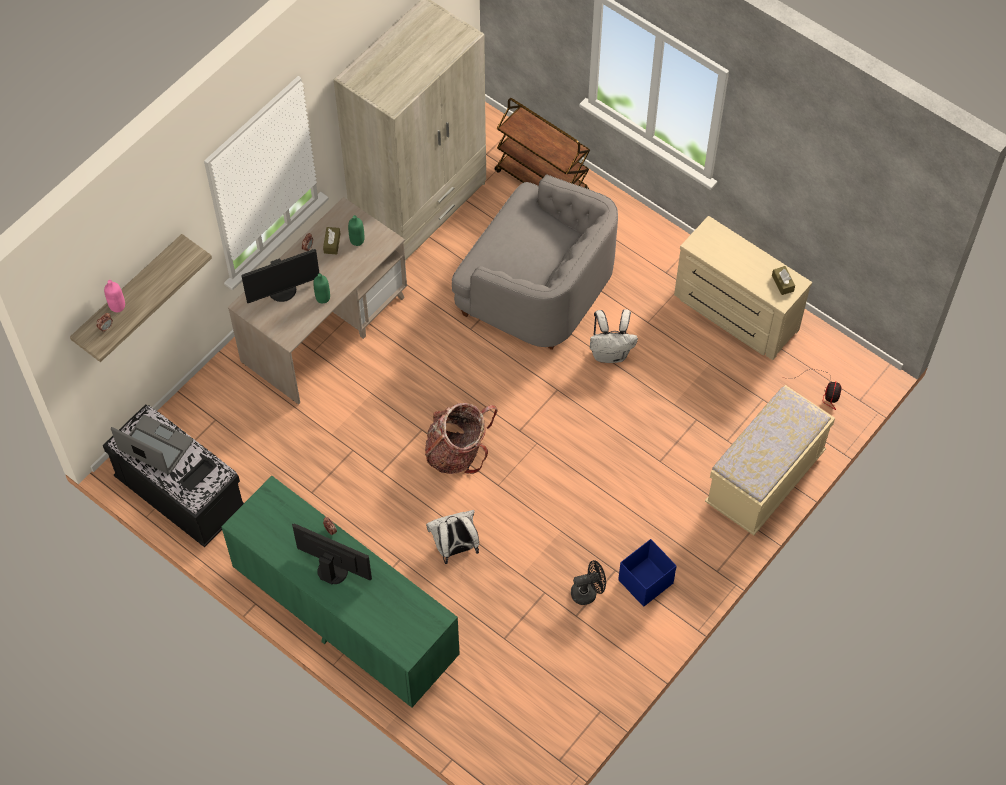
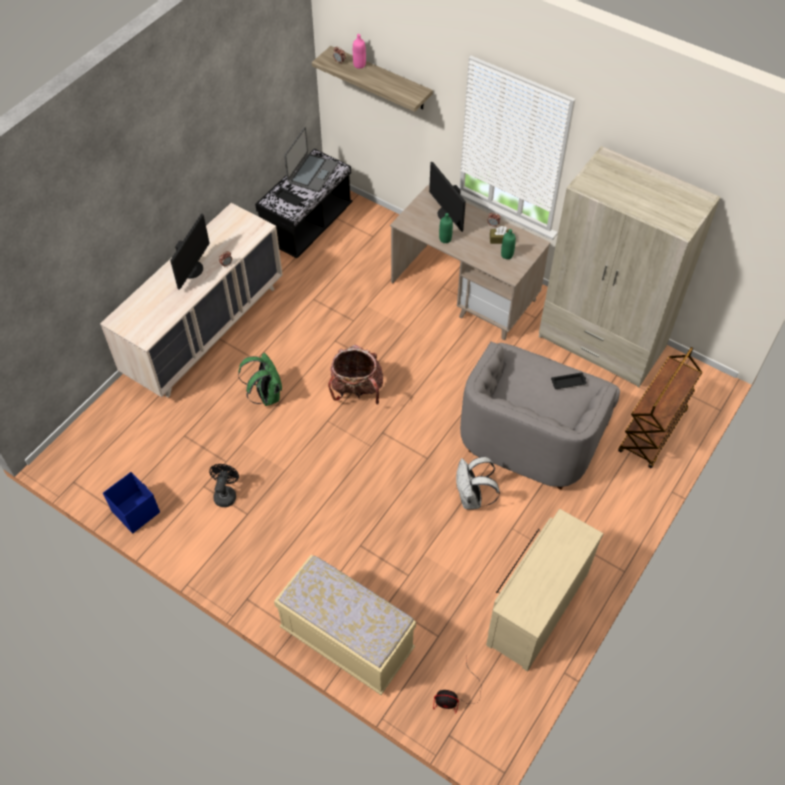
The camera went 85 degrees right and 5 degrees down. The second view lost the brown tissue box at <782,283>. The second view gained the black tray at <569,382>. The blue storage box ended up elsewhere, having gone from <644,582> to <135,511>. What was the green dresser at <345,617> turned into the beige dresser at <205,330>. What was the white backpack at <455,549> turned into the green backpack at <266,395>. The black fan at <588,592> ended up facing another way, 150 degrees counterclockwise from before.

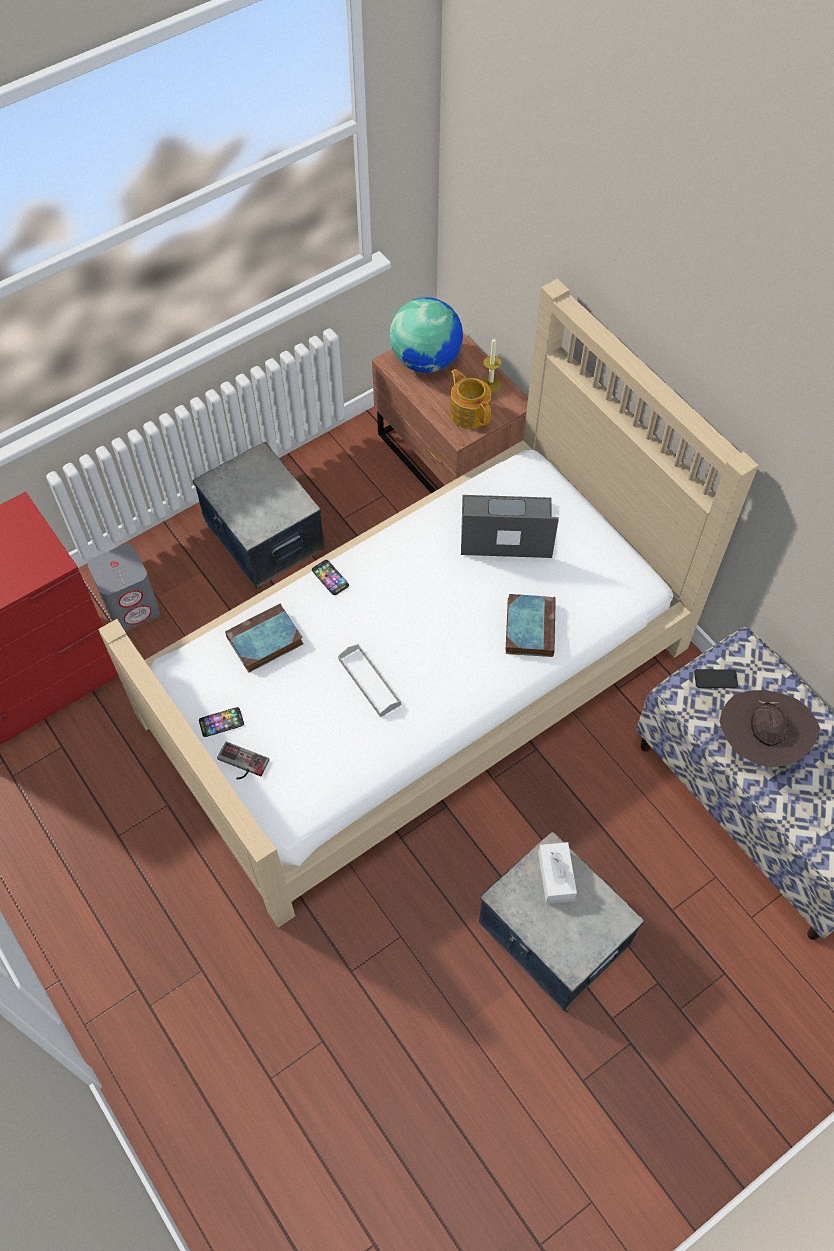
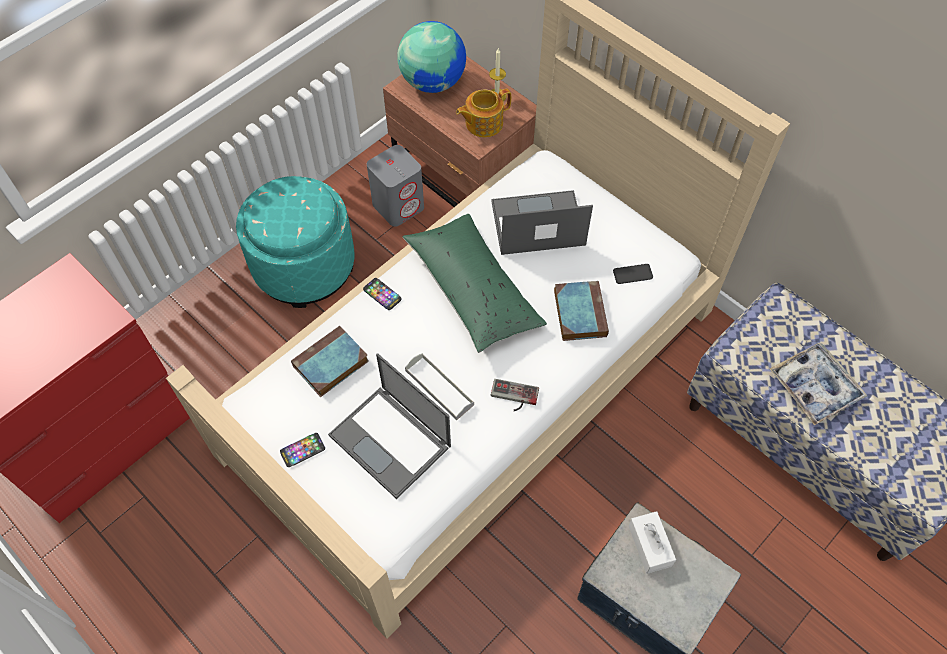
The camera went 10 degrees left and 0 degrees up. The second view gained the laptop at <391,441>. The second view gained the green pillow at <473,290>. The grey speaker ended up elsewhere, having gone from <132,607> to <398,206>. The game controller ended up elsewhere, having gone from <240,765> to <513,397>. The phone ended up elsewhere, having gone from <715,679> to <632,274>. Where the storage box stood at <263,536>, the turquoise ottoman came to stand at <304,266>. Where the brown hat stood at <759,742>, the tray came to stand at <814,387>. The teapot at <469,412> ended up facing another way, 75 degrees counterclockwise from before.

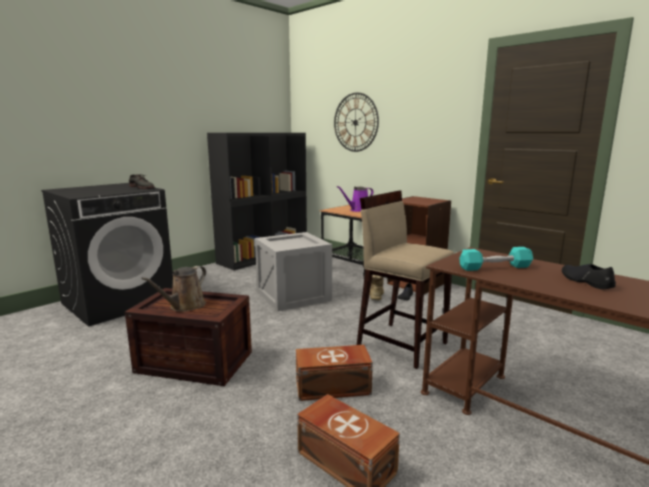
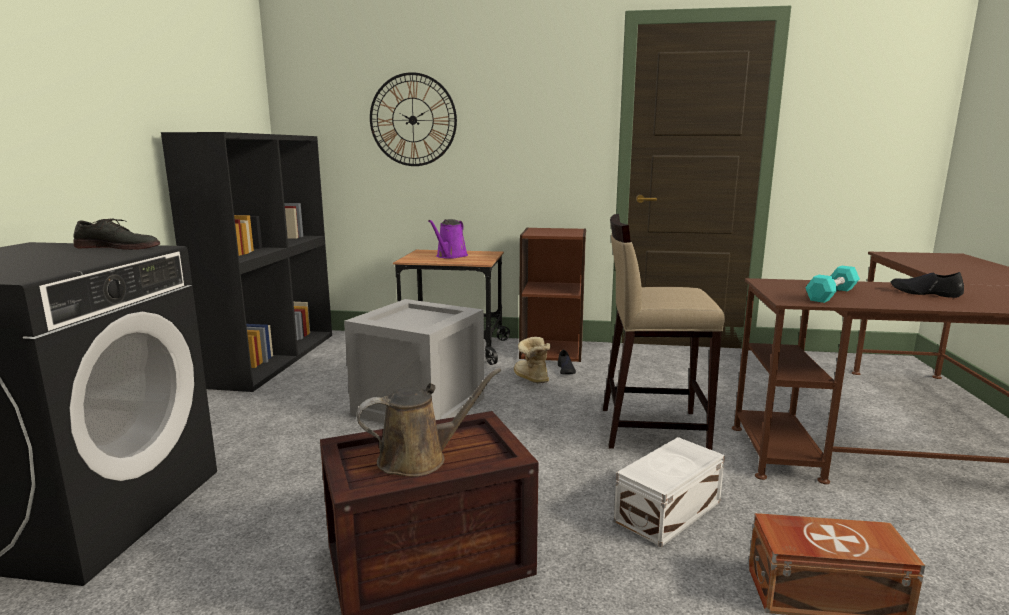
The camera went 35 degrees left and 0 degrees up. What was the brown storage box at <334,387> turned into the white storage box at <670,511>. The brown watering can at <185,306> ended up facing another way, 105 degrees counterclockwise from before.

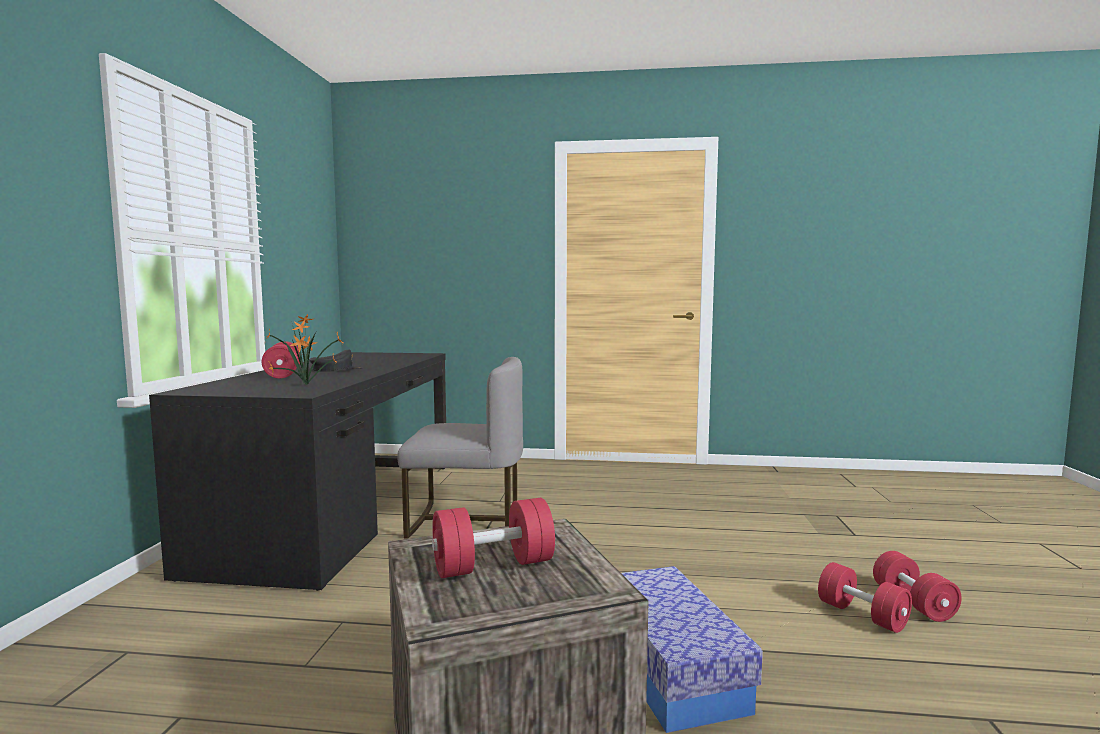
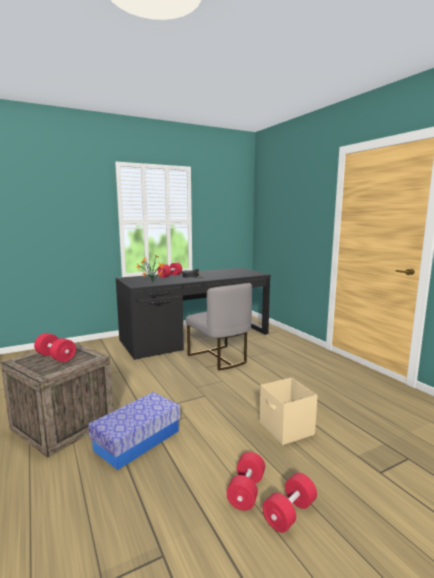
The camera went 55 degrees right and 5 degrees up. The second view gained the beige storage box at <286,429>.

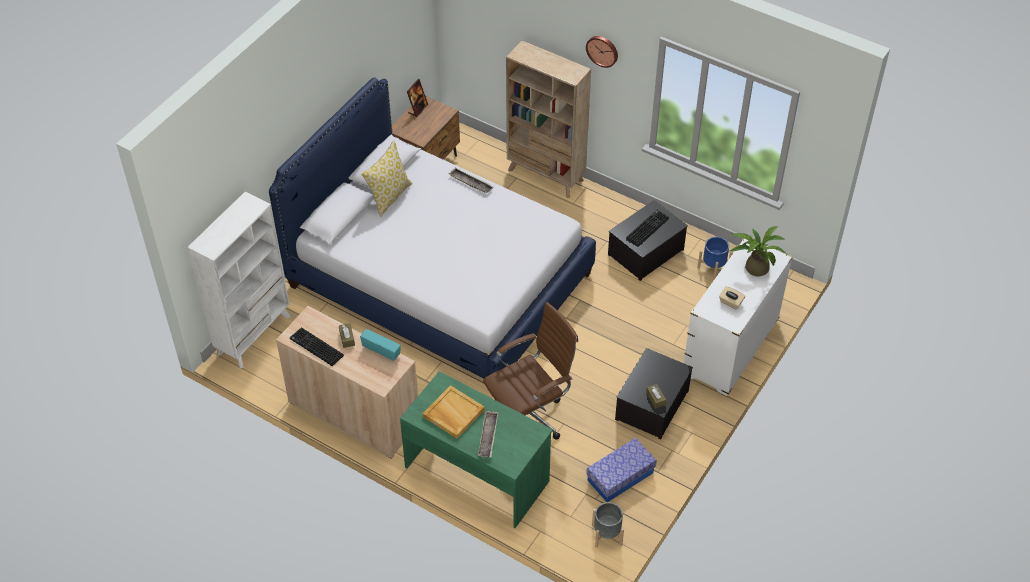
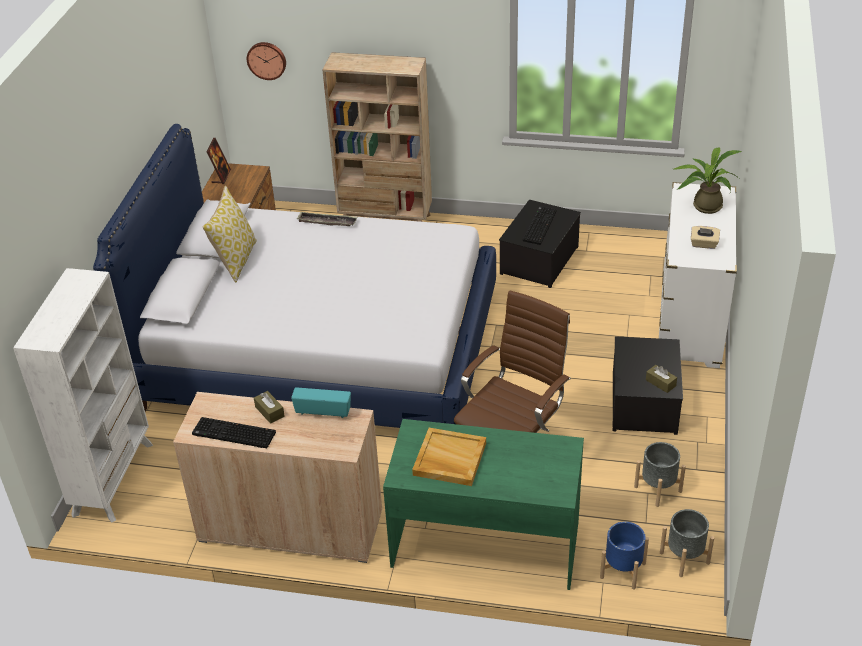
The camera went 20 degrees left and 10 degrees down. The second view lost the tray at <488,436>. The wall clock ended up elsewhere, having gone from <602,50> to <267,60>. The blue planter ended up elsewhere, having gone from <713,268> to <623,570>. Where the storage box stood at <620,477>, the grey planter came to stand at <658,489>.

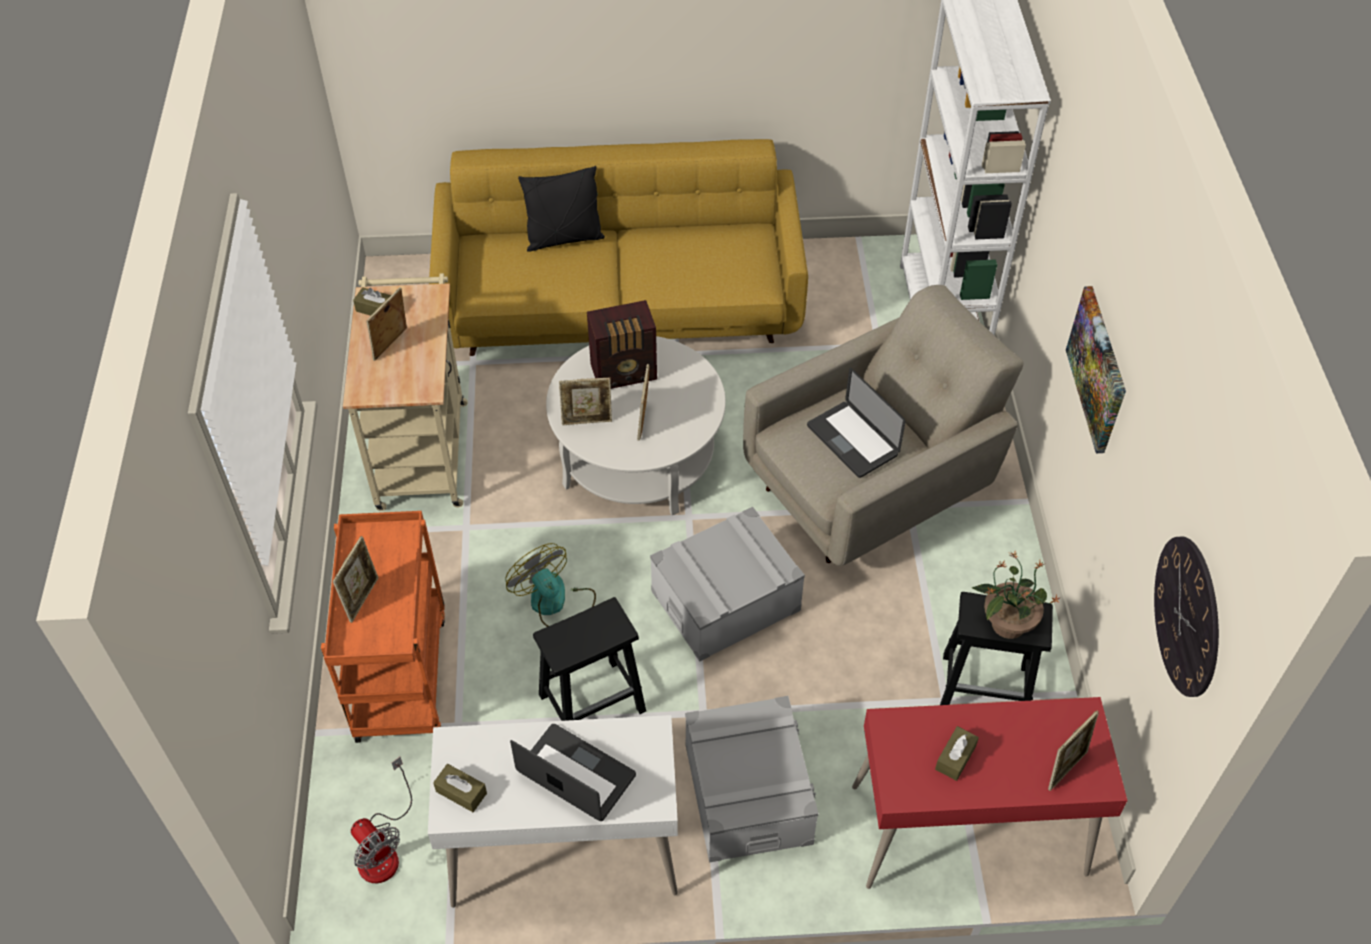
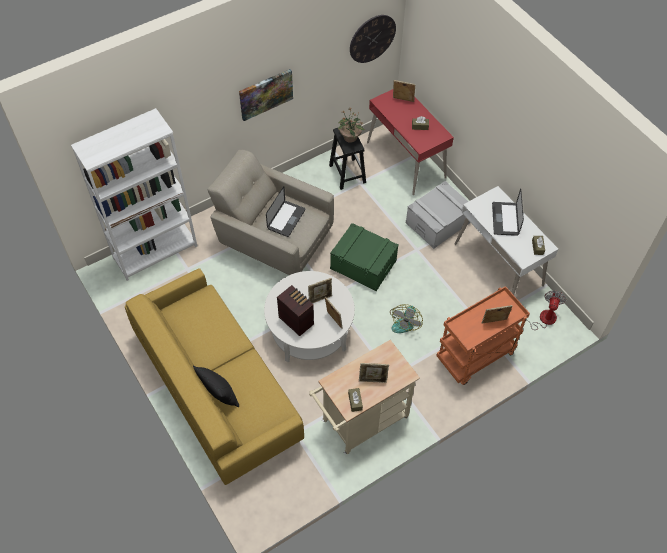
The camera went 120 degrees left and 5 degrees up. The second view lost the black stool at <593,702>. What was the grey storage box at <725,601> turned into the green storage box at <363,264>.

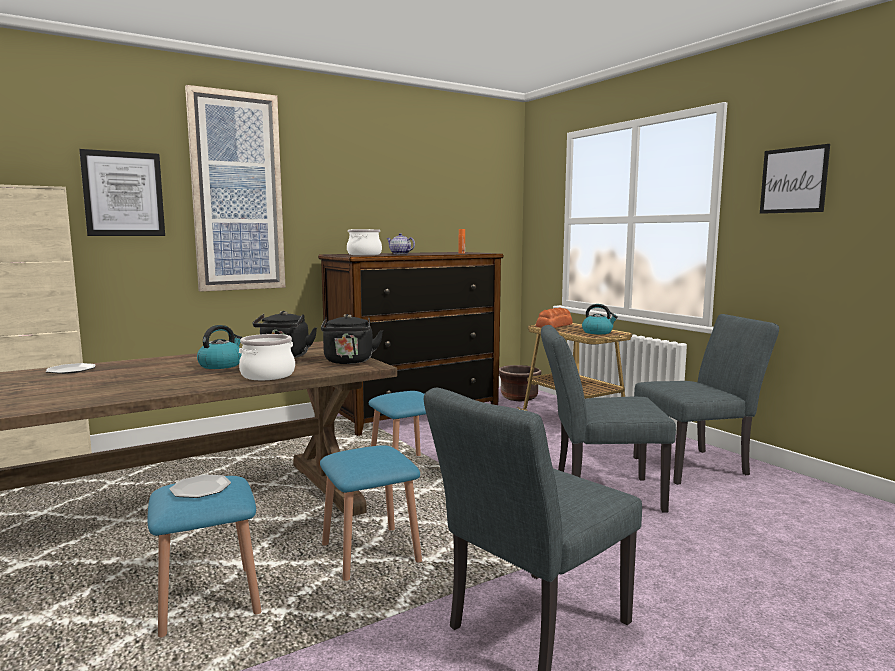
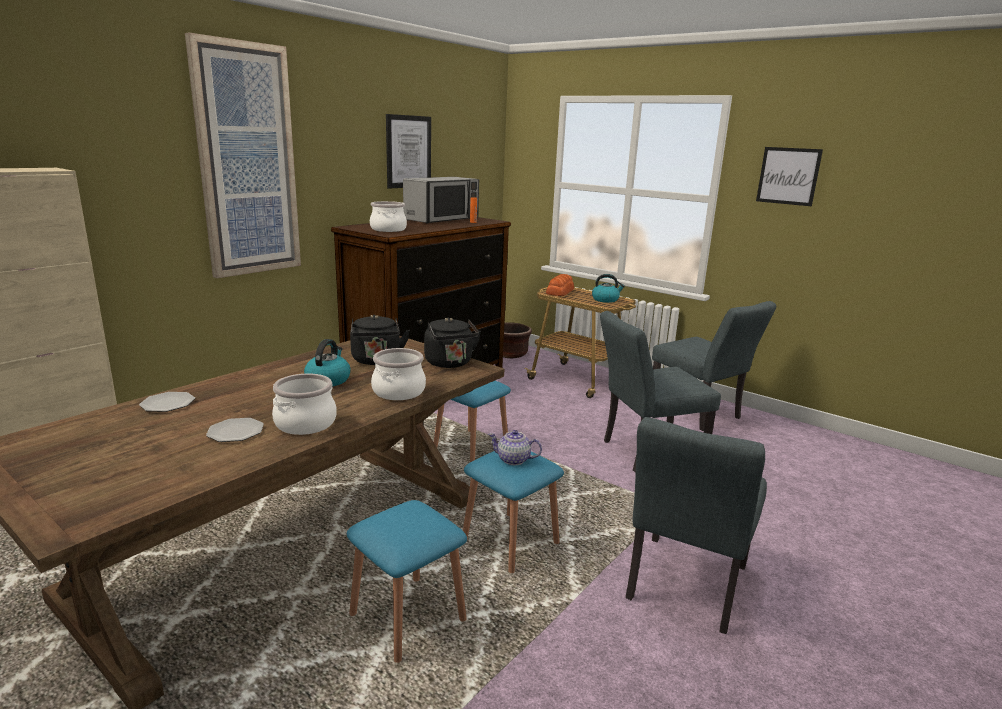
The camera went 20 degrees left and 10 degrees up. The second view gained the cooking pot at <306,424>. The second view gained the microwave at <442,219>. The picture ended up elsewhere, having gone from <123,194> to <408,151>. The plate ended up elsewhere, having gone from <200,489> to <235,432>. The teapot ended up elsewhere, having gone from <400,254> to <514,460>. The grey chair at <697,465> ended up facing another way, 90 degrees clockwise from before.

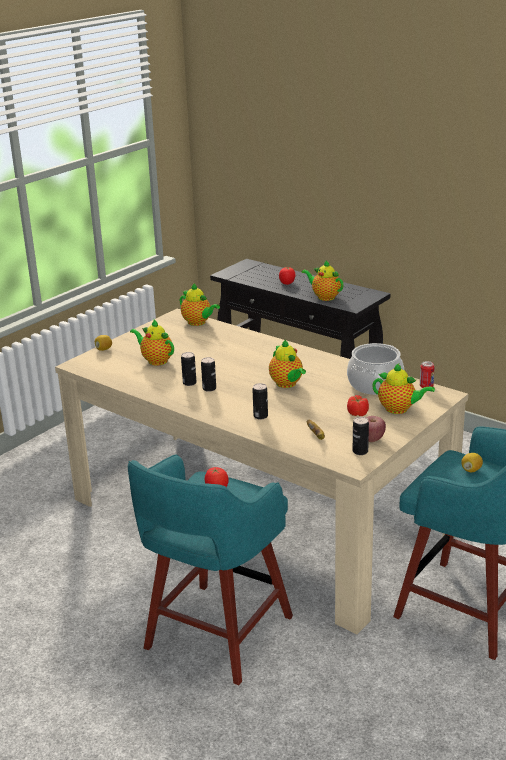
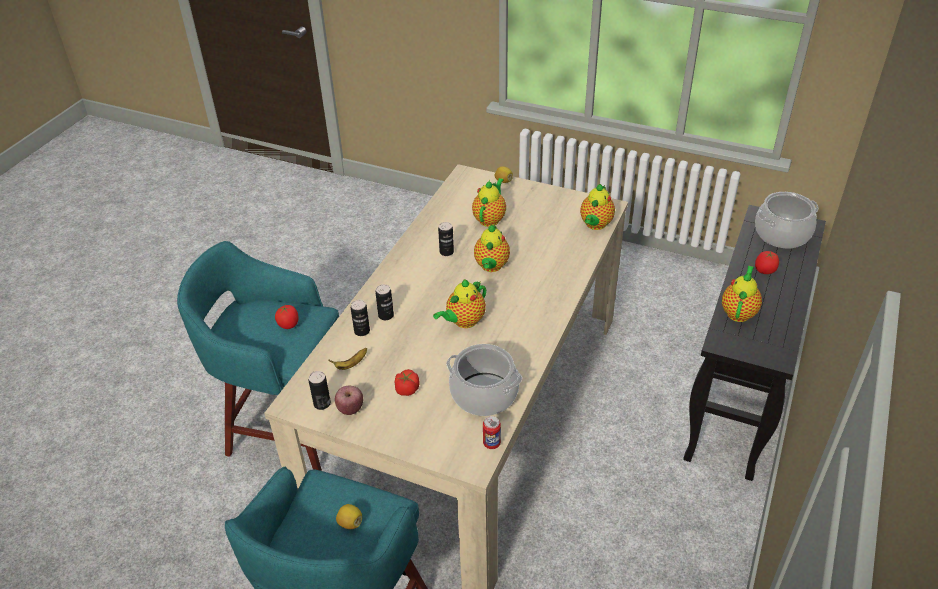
The camera went 75 degrees right and 15 degrees up. The second view gained the cooking pot at <781,234>. The can ended up elsewhere, having gone from <209,388> to <362,331>. The teapot ended up elsewhere, having gone from <399,409> to <491,267>.

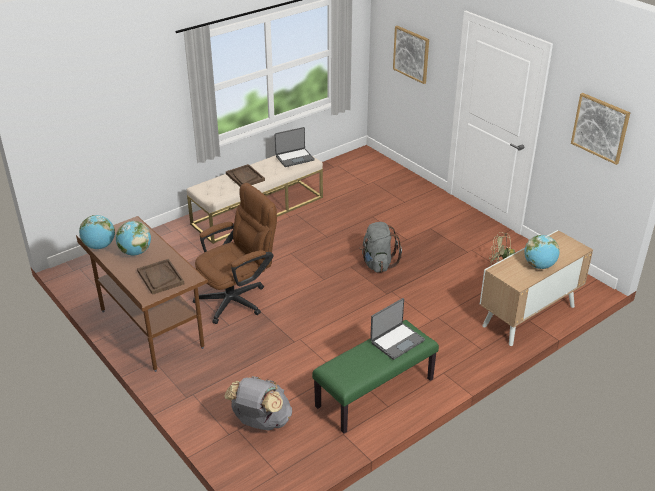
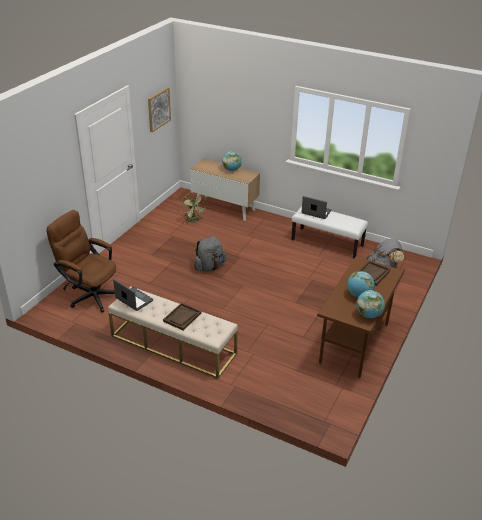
The camera went 115 degrees left and 0 degrees up. The second view lost the picture at <411,54>. The brown office chair ended up elsewhere, having gone from <238,298> to <90,294>. What was the green bench at <375,393> turned into the white bench at <327,243>.

